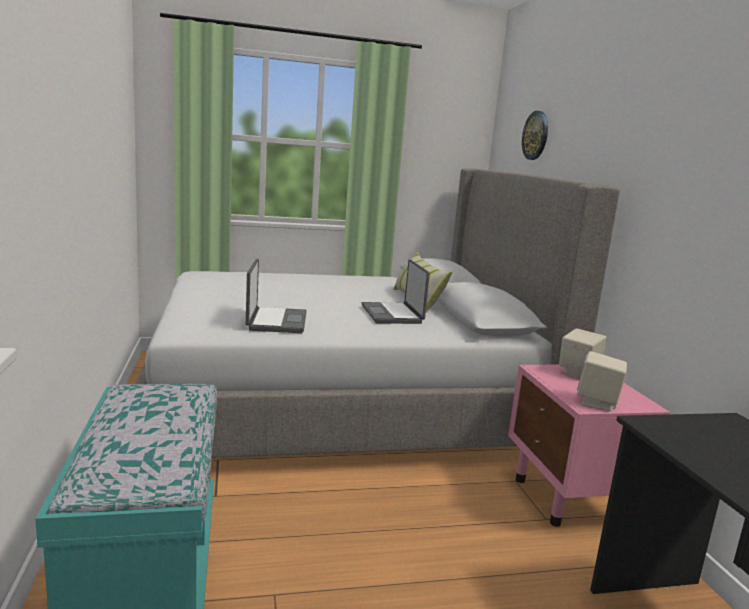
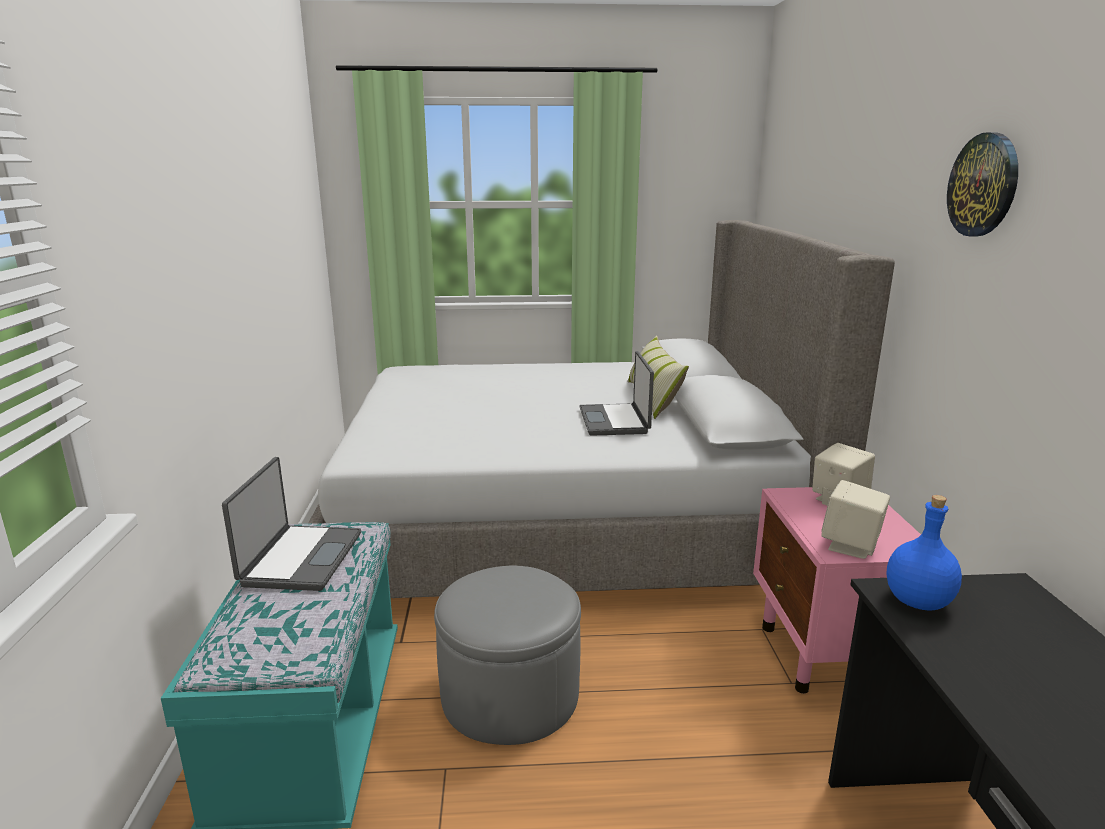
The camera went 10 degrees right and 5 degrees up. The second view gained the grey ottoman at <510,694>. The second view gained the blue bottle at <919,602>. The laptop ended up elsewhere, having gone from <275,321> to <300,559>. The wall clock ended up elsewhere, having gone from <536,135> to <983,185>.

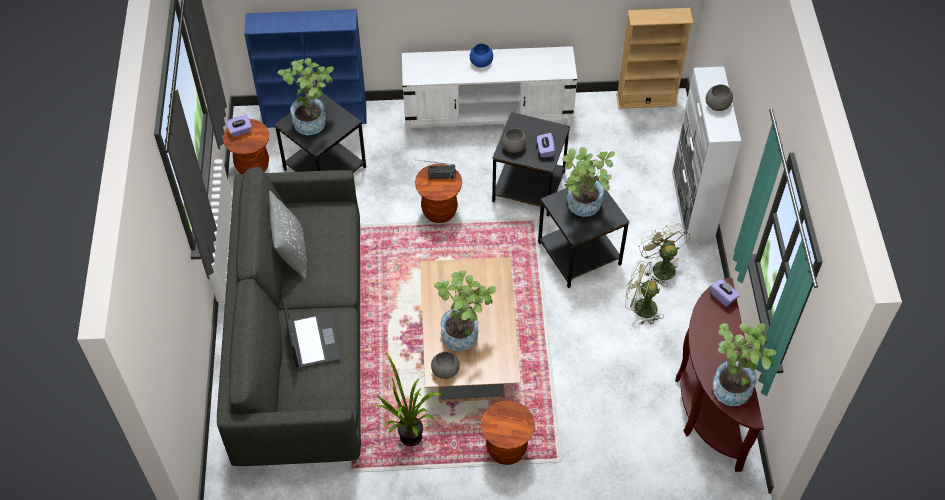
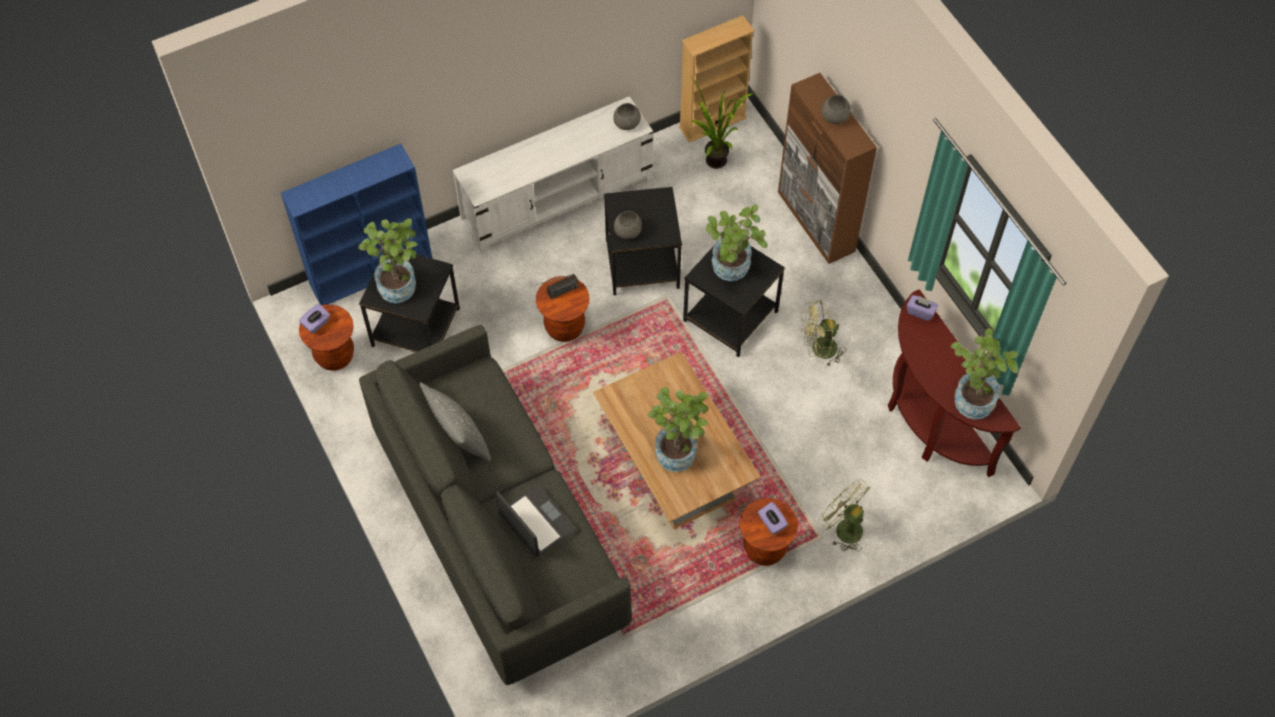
The camera went 25 degrees left and 5 degrees up. The second view lost the blue bowl at <481,62>. The potted plant ended up elsewhere, having gone from <407,441> to <715,165>. The grey bowl ended up elsewhere, having gone from <444,370> to <626,123>. The purple tissue box ended up elsewhere, having gone from <545,150> to <771,523>. The green fan ended up elsewhere, having gone from <660,266> to <843,528>. What was the white cabinet at <692,206> turned into the brown cabinet at <816,222>.

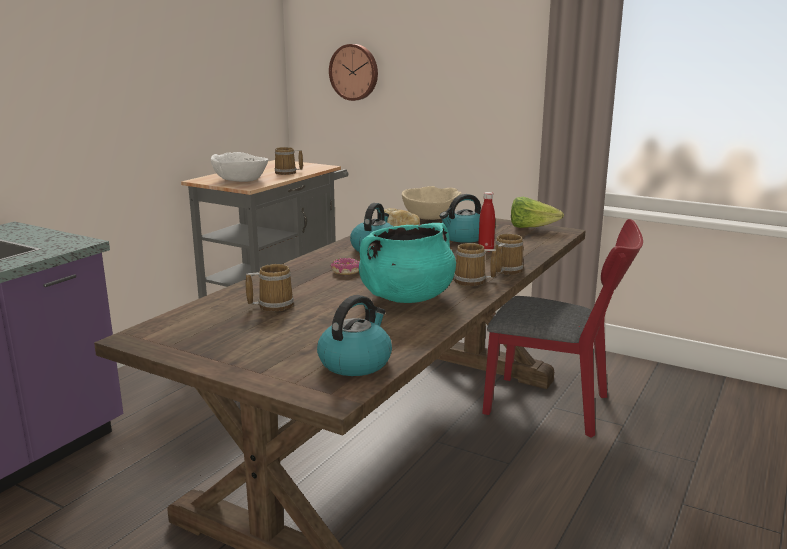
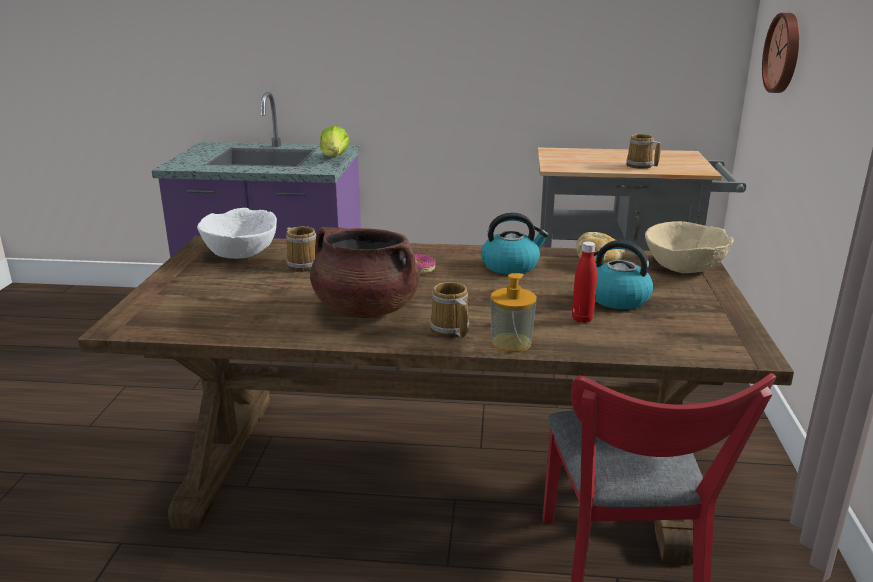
The camera went 65 degrees right and 5 degrees up. The second view lost the kettle at <355,362>. The white bowl ended up elsewhere, having gone from <240,180> to <241,252>. The lettuce ended up elsewhere, having gone from <531,228> to <335,158>. Where the mug stood at <505,270>, the soap dispenser came to stand at <511,342>. What was the turquoise cooking pot at <406,298> turned into the brown cooking pot at <365,309>.

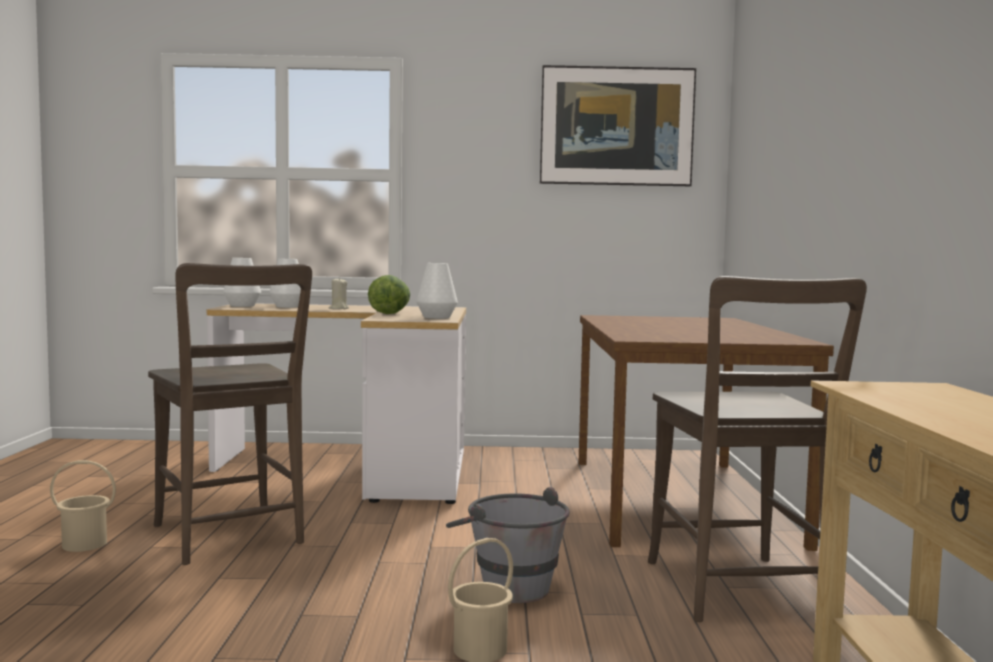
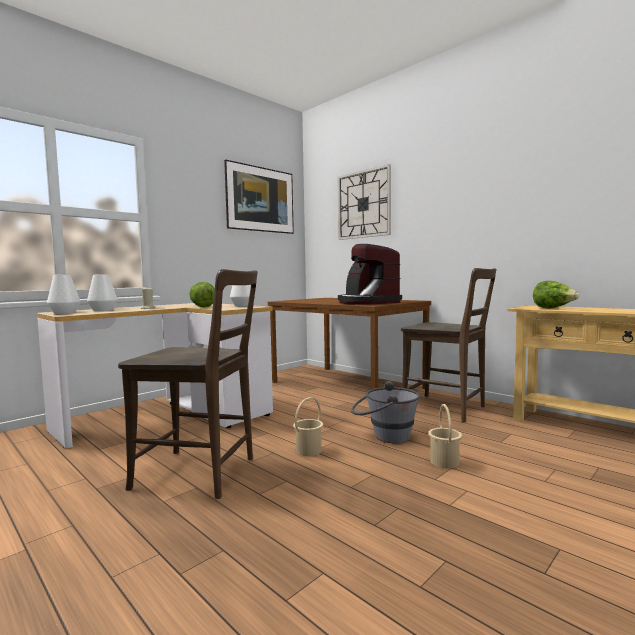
The camera went 45 degrees left and 0 degrees up. The second view gained the wall clock at <363,204>. The second view gained the coffee machine at <367,302>. The second view gained the lettuce at <553,308>. The beige bucket ended up elsewhere, having gone from <84,544> to <308,450>.

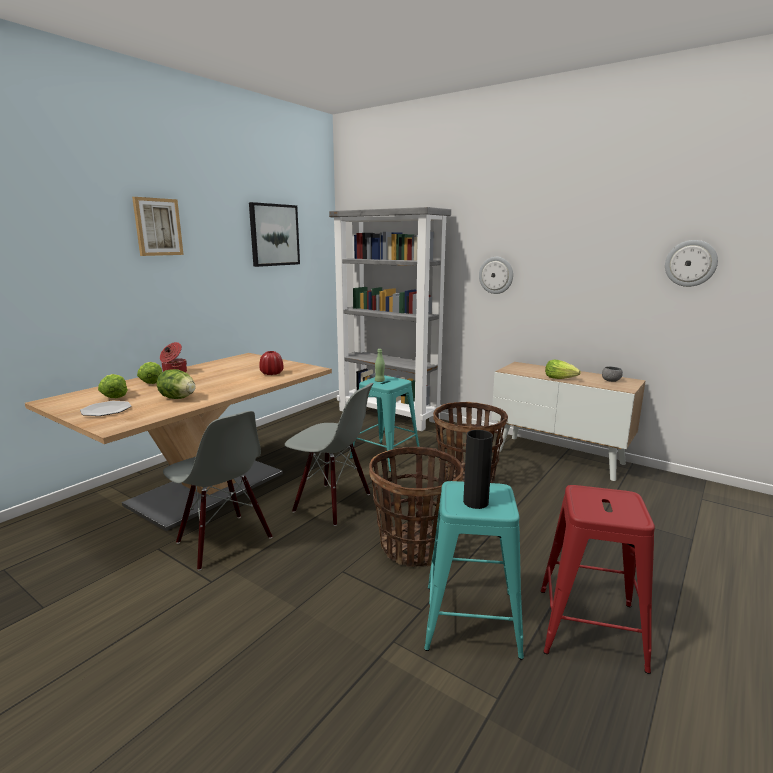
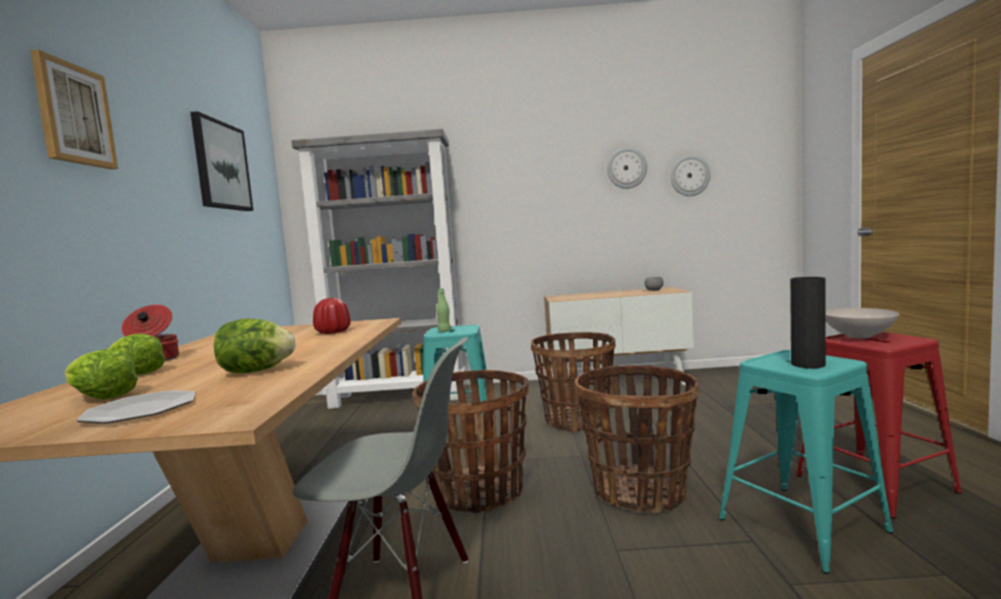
The camera went 35 degrees left and 10 degrees down. The second view lost the lettuce at <560,378>. The second view gained the white bowl at <857,336>. The wall clock ended up elsewhere, having gone from <496,275> to <626,168>. Where the grey chair stood at <332,503>, the basket came to stand at <480,493>.

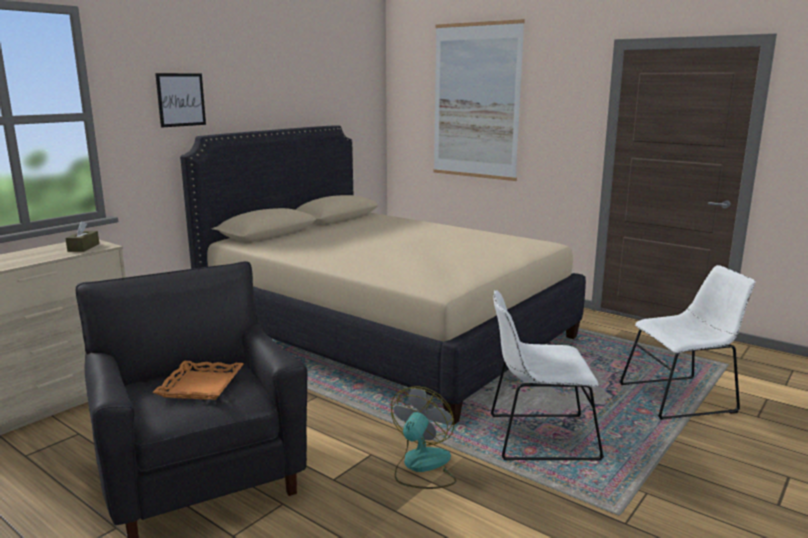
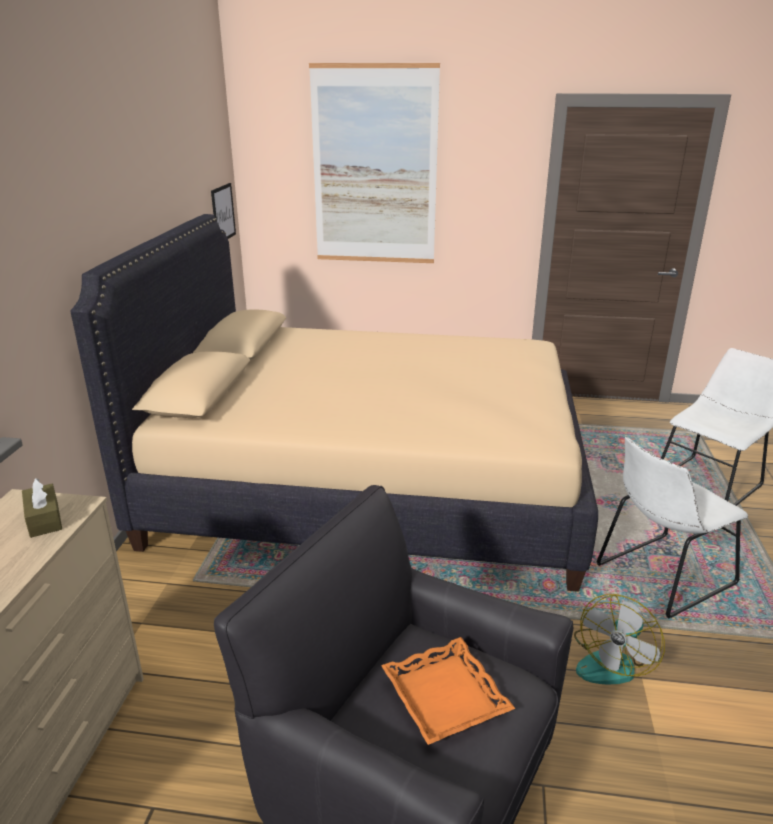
The camera went 30 degrees left and 10 degrees up. The picture ended up elsewhere, having gone from <181,100> to <223,213>. The fan at <422,467> ended up facing another way, 135 degrees counterclockwise from before.

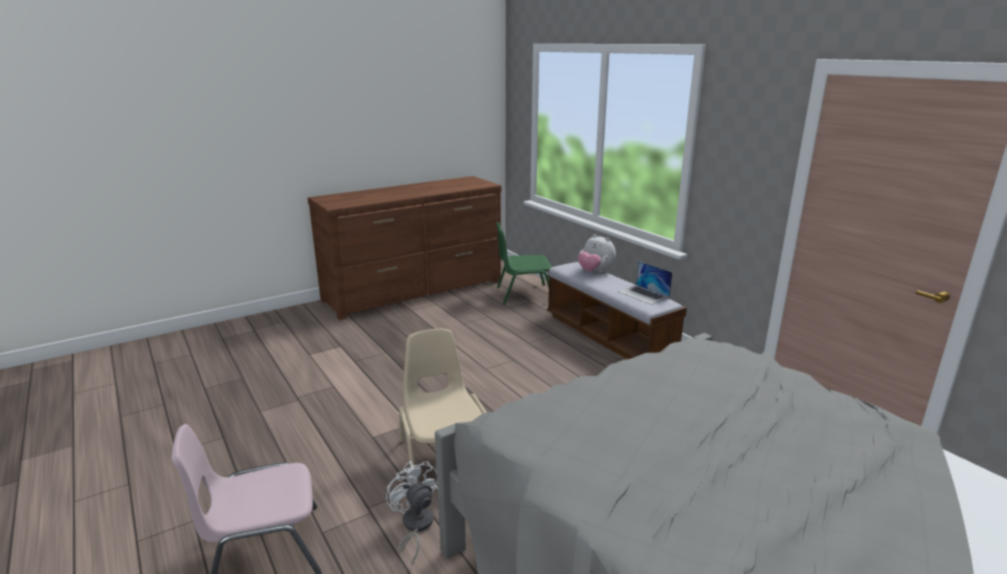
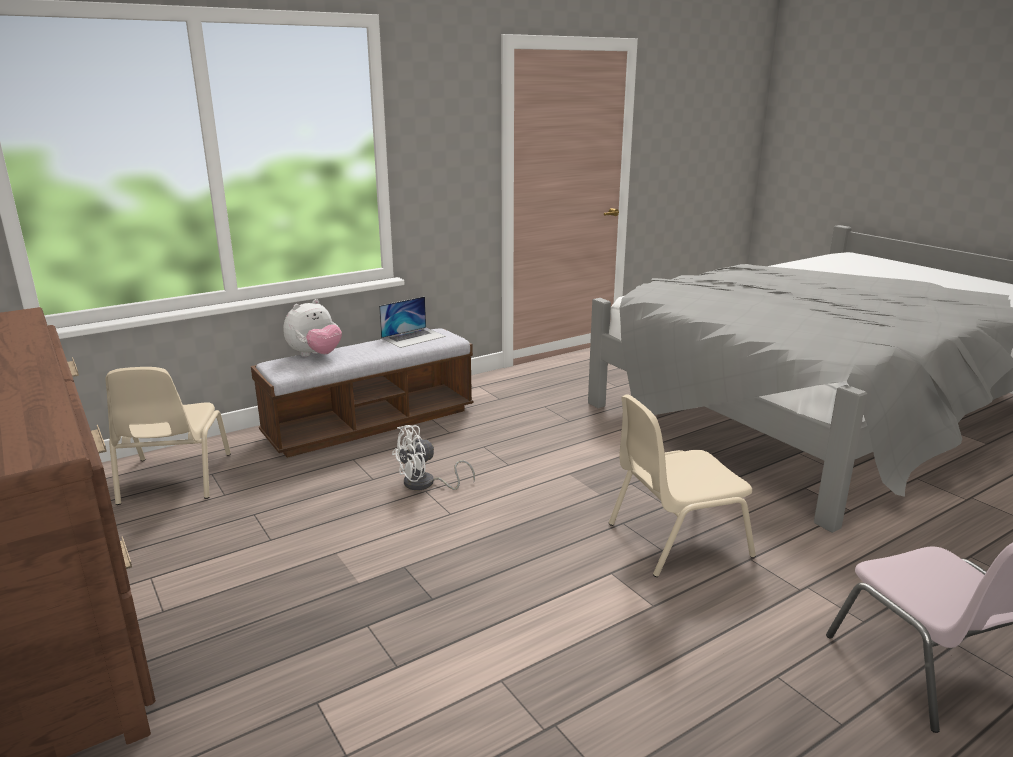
The camera went 90 degrees left and 0 degrees up. The white fan ended up elsewhere, having gone from <415,527> to <425,484>. What was the green chair at <523,294> turned into the beige chair at <174,479>.

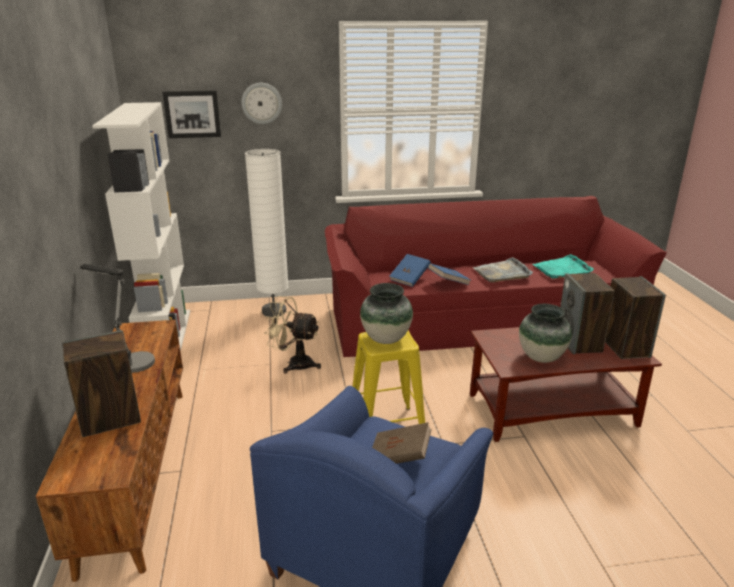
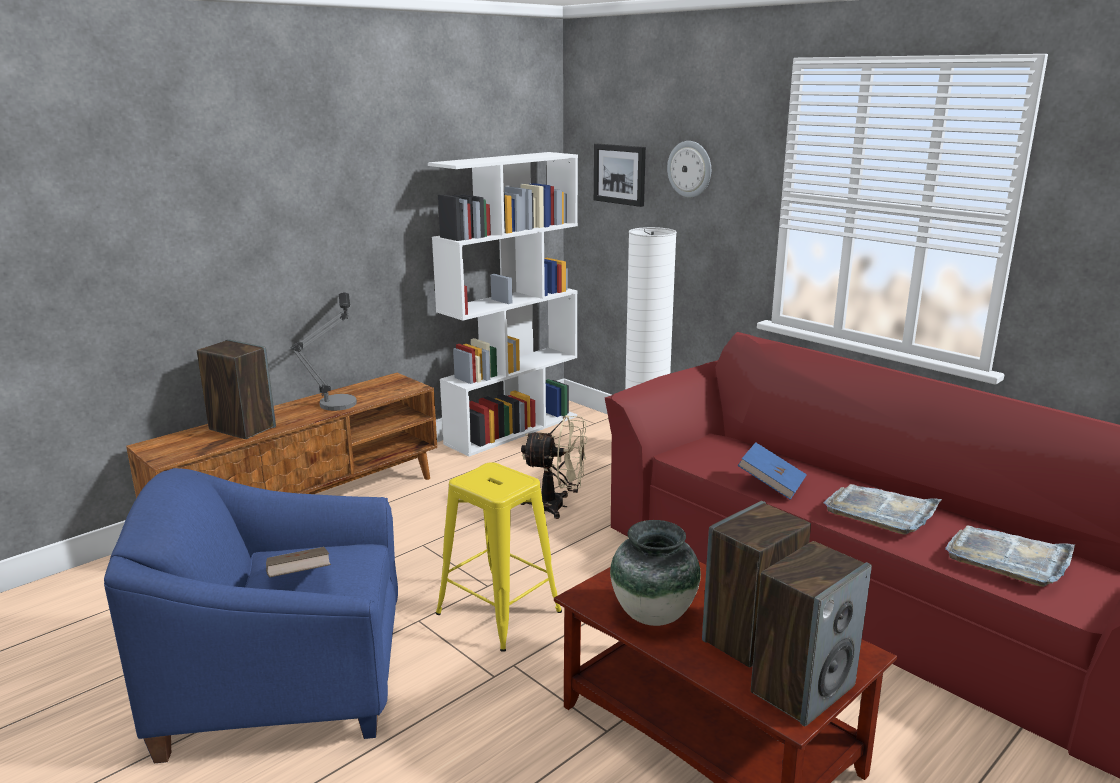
The camera went 55 degrees right and 5 degrees down. The second view lost the vase at <386,339>. The second view lost the blue book at <409,278>. What was the turquoise tray at <562,269> turned into the grey tray at <1009,558>. The beige fan at <294,364> ended up facing another way, 120 degrees clockwise from before.

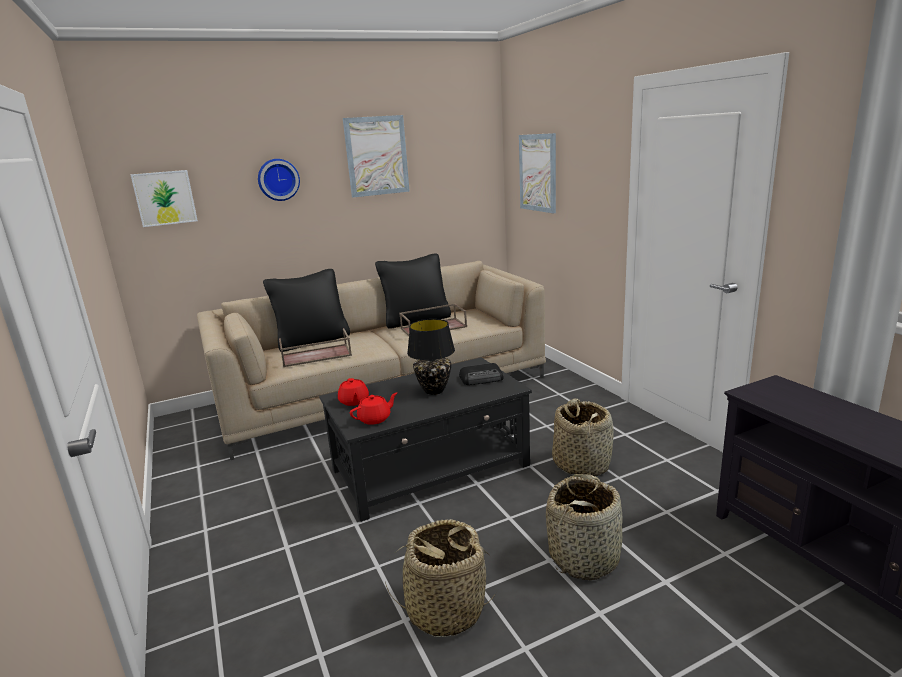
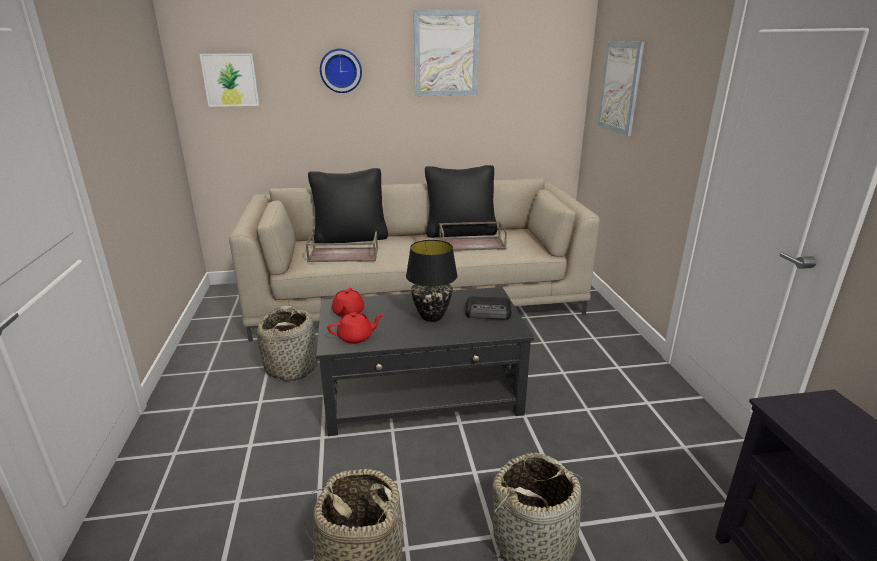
The camera went 15 degrees right and 5 degrees up. The basket ended up elsewhere, having gone from <581,463> to <292,367>.

